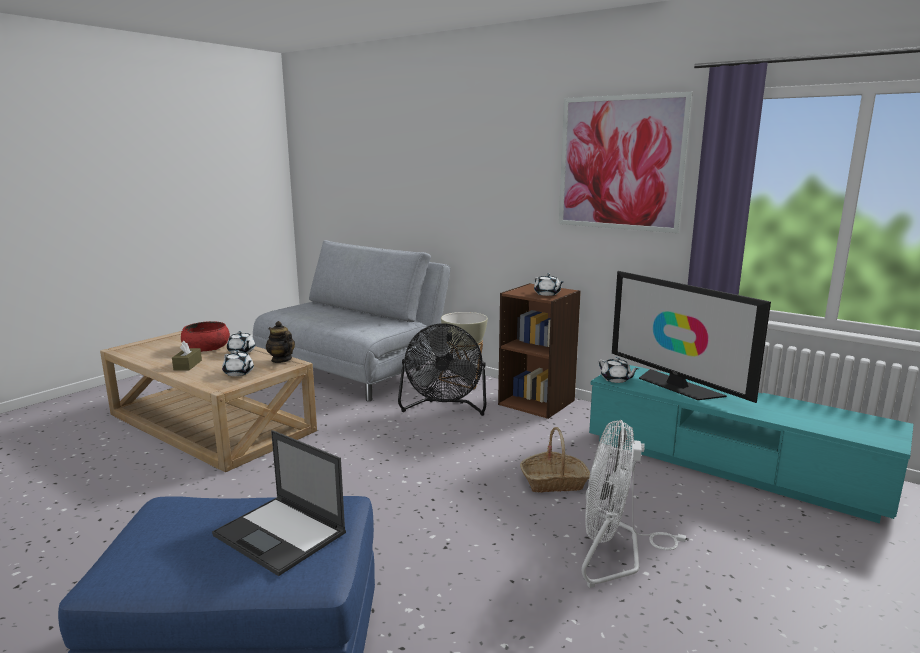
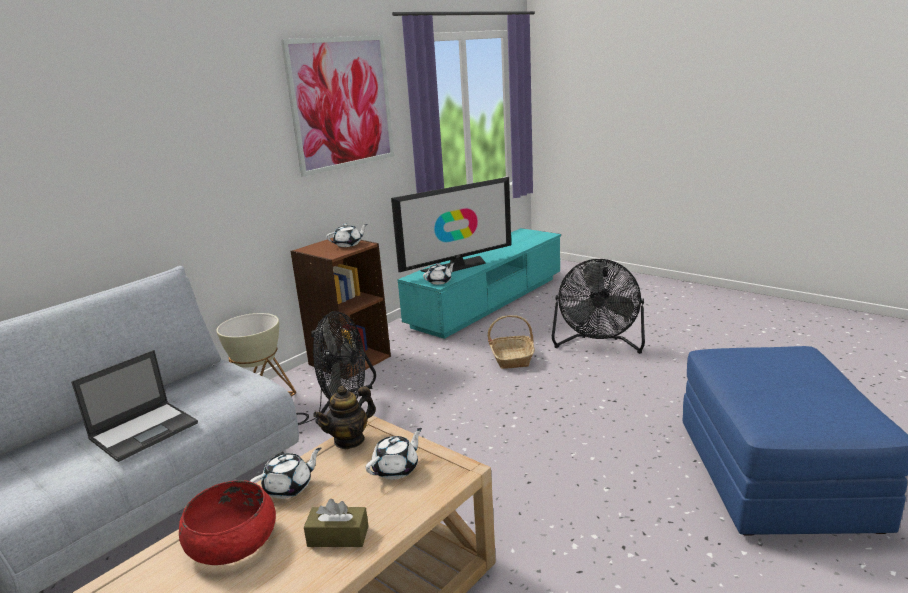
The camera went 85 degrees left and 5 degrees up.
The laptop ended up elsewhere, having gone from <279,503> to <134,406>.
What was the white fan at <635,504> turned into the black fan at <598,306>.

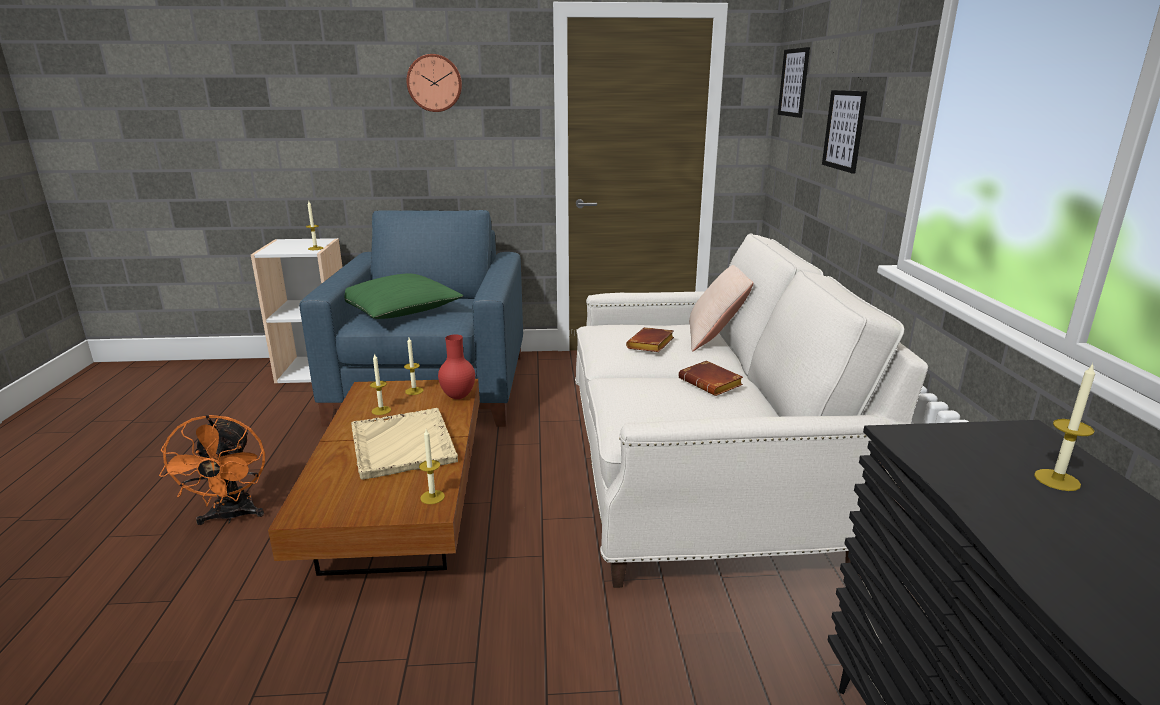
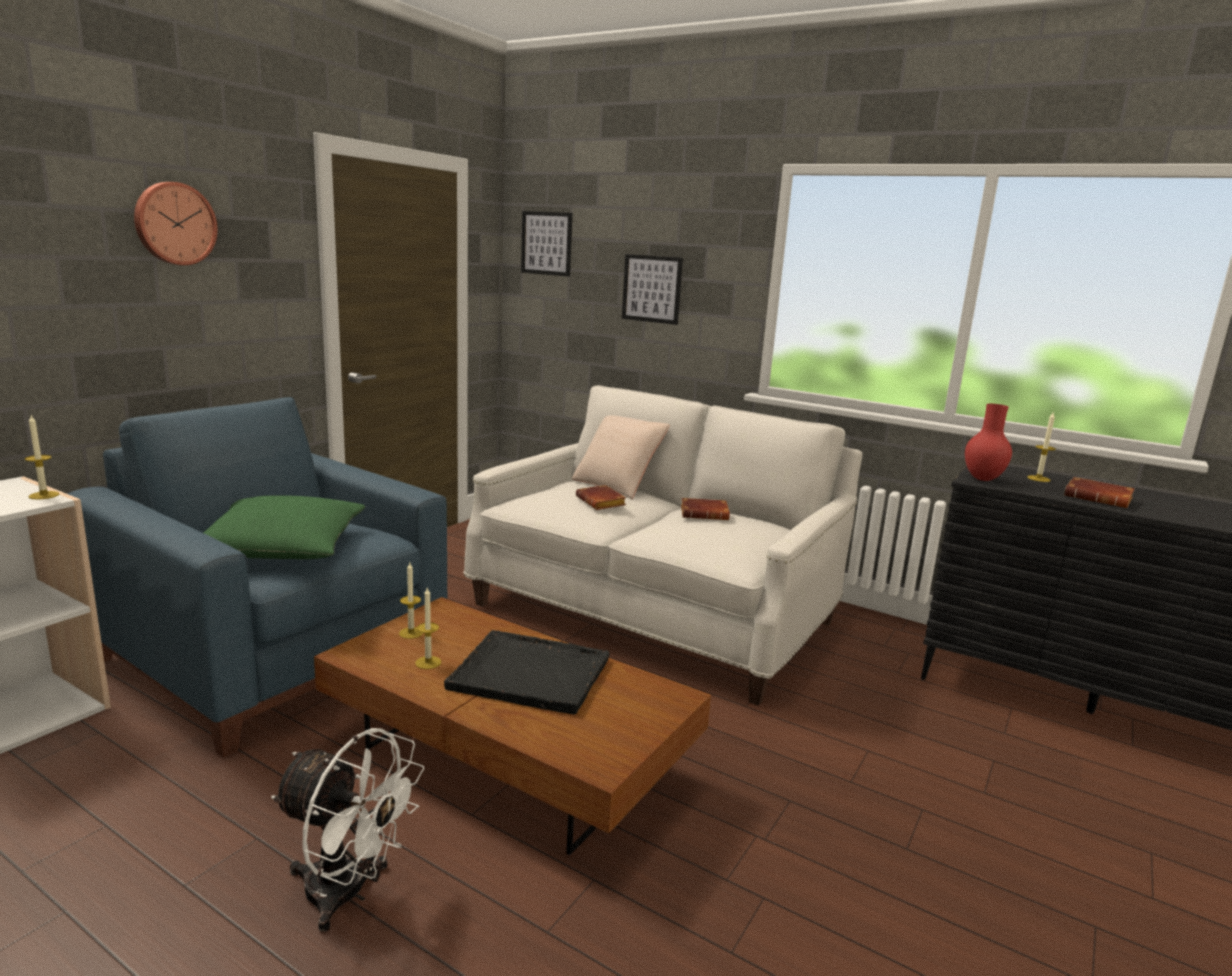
The camera went 55 degrees left and 5 degrees down.
What was the orange fan at <212,470> turned into the white fan at <348,830>.
What was the beige tray at <404,444> turned into the black tray at <527,672>.
The red vase ended up elsewhere, having gone from <456,366> to <988,442>.
The second view gained the brown book at <1099,492>.
The second view lost the candle at <432,466>.

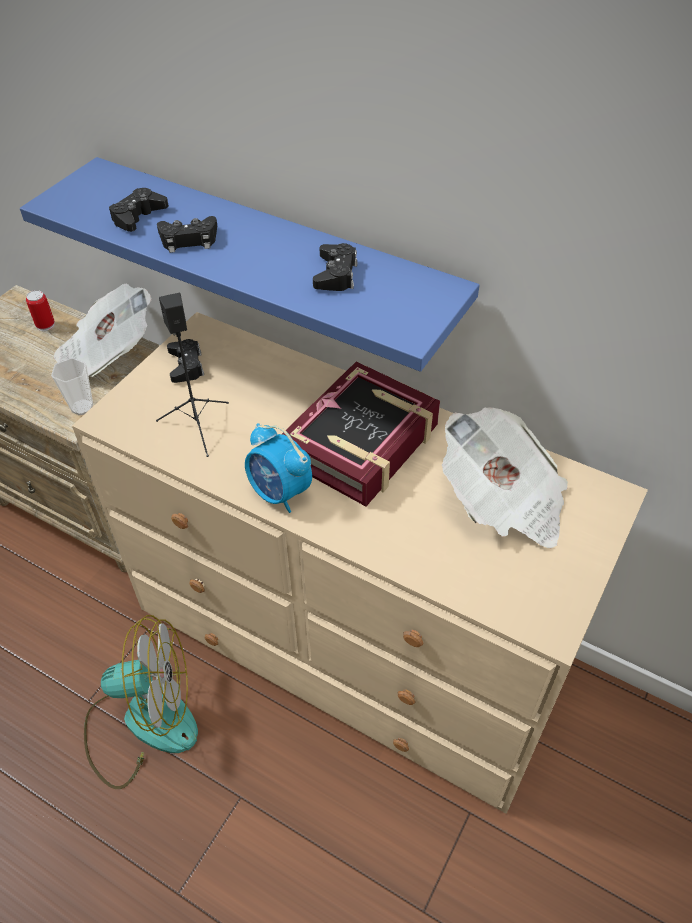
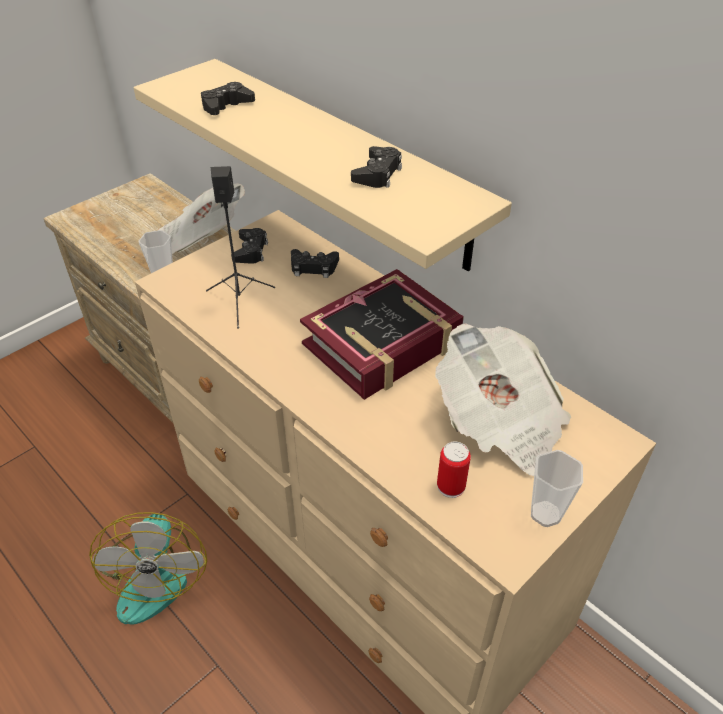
The camera went 15 degrees right and 5 degrees down.
The fan at <141,702> ended up facing another way, 75 degrees clockwise from before.
What was the blue shelf at <249,264> turned into the beige shelf at <322,165>.
The black game controller ended up elsewhere, having gone from <187,234> to <315,263>.
The can ended up elsewhere, having gone from <40,310> to <454,469>.
The second view gained the cup at <557,488>.
The second view lost the alarm clock at <278,468>.

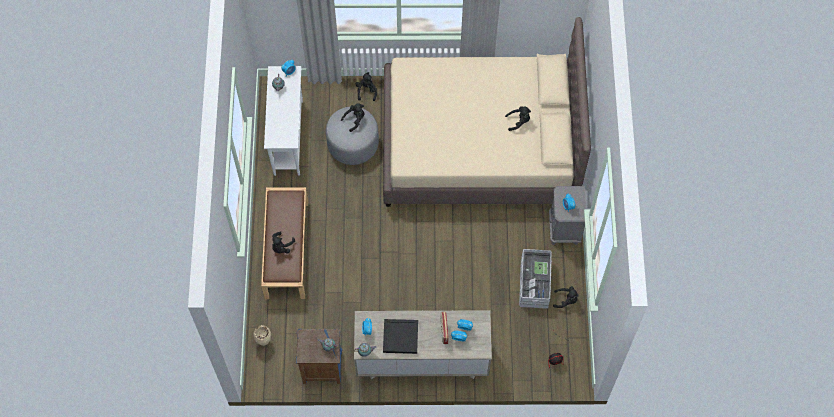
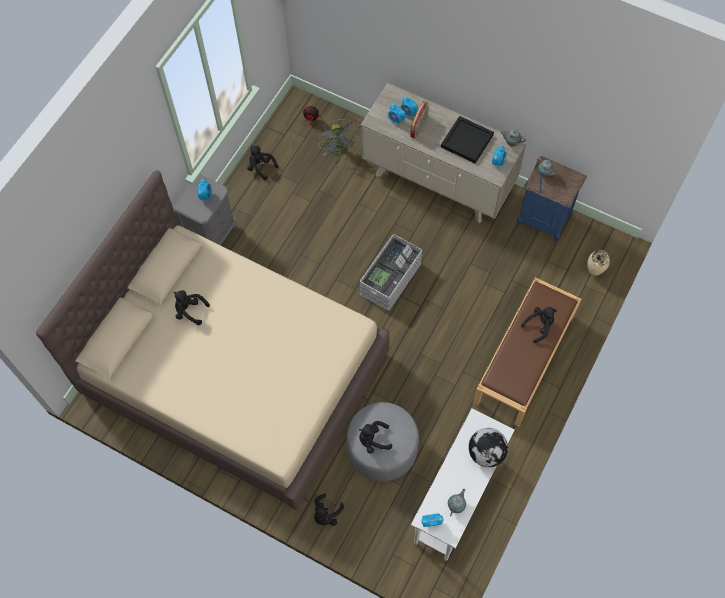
The camera went 150 degrees left and 0 degrees up.
The second view gained the grey fan at <338,137>.
The grey storage box ended up elsewhere, having gone from <535,279> to <391,272>.
The second view gained the globe at <488,447>.

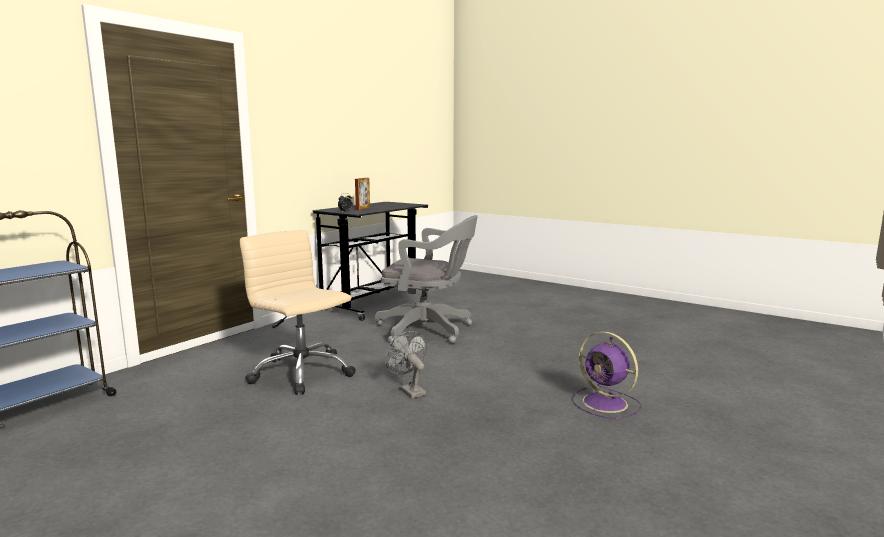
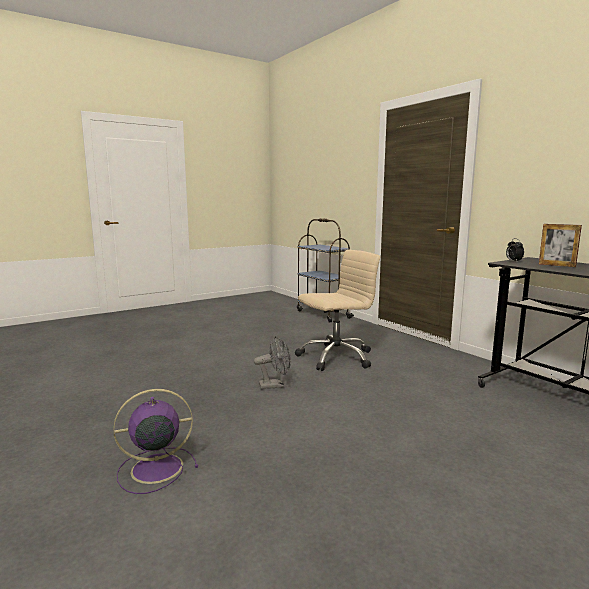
The camera went 110 degrees right and 0 degrees up.
The second view lost the grey office chair at <426,279>.

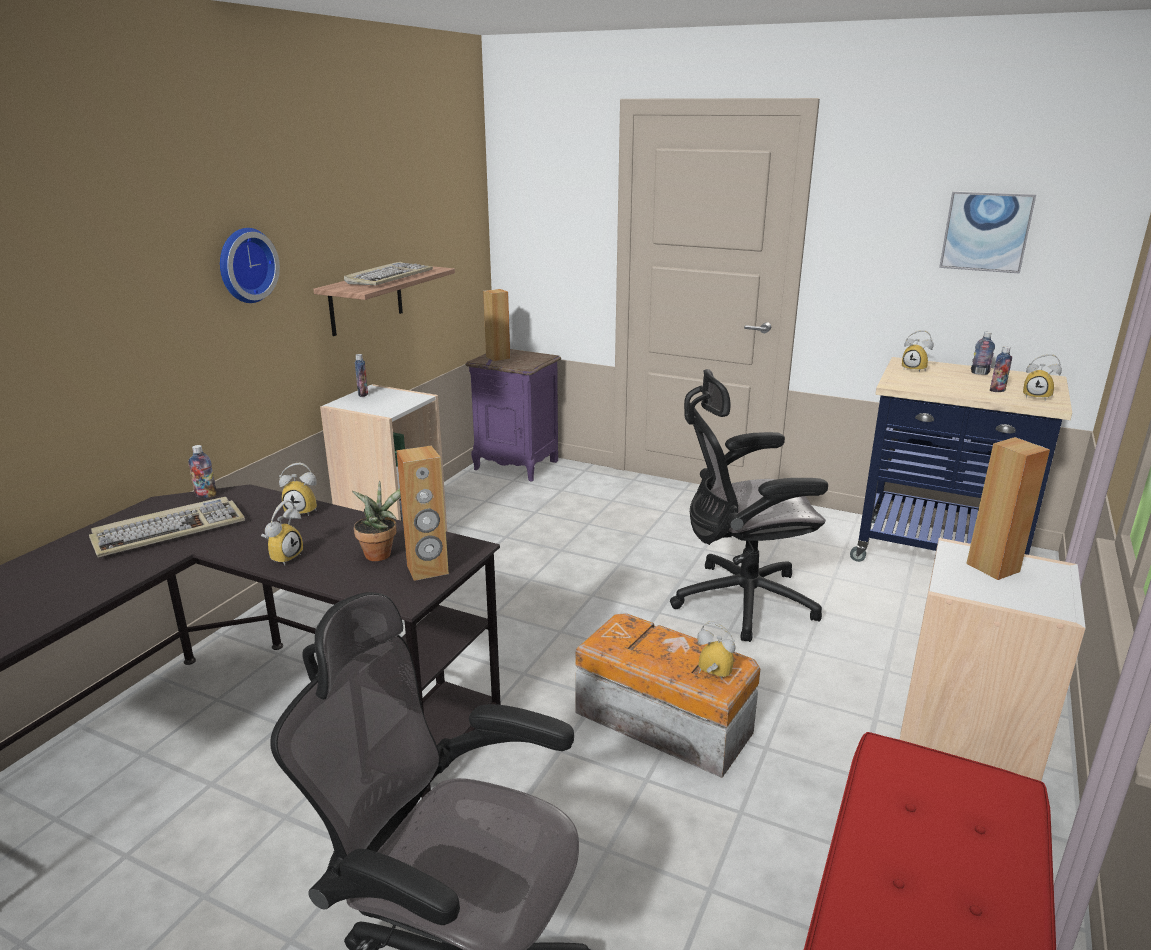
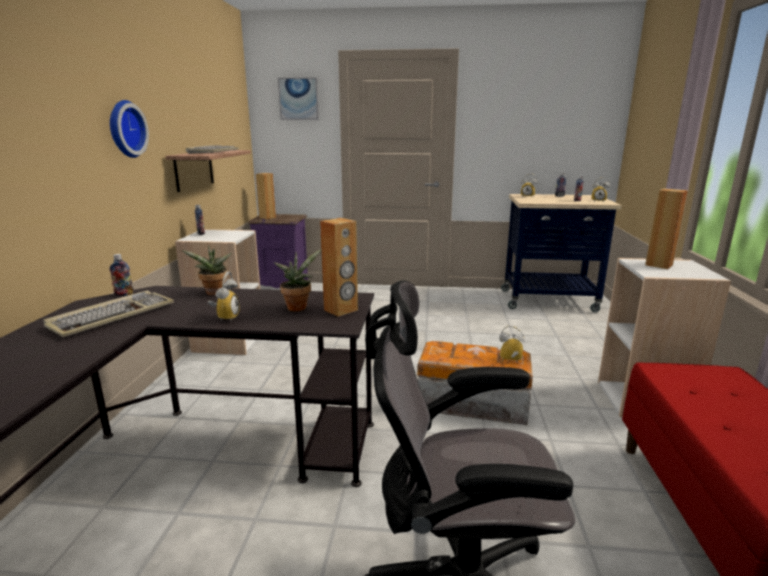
The camera went 20 degrees left and 5 degrees down.
Where the alarm clock stood at <298,489>, the potted plant came to stand at <207,270>.
The picture ended up elsewhere, having gone from <987,232> to <298,99>.
The second view lost the office chair at <749,505>.

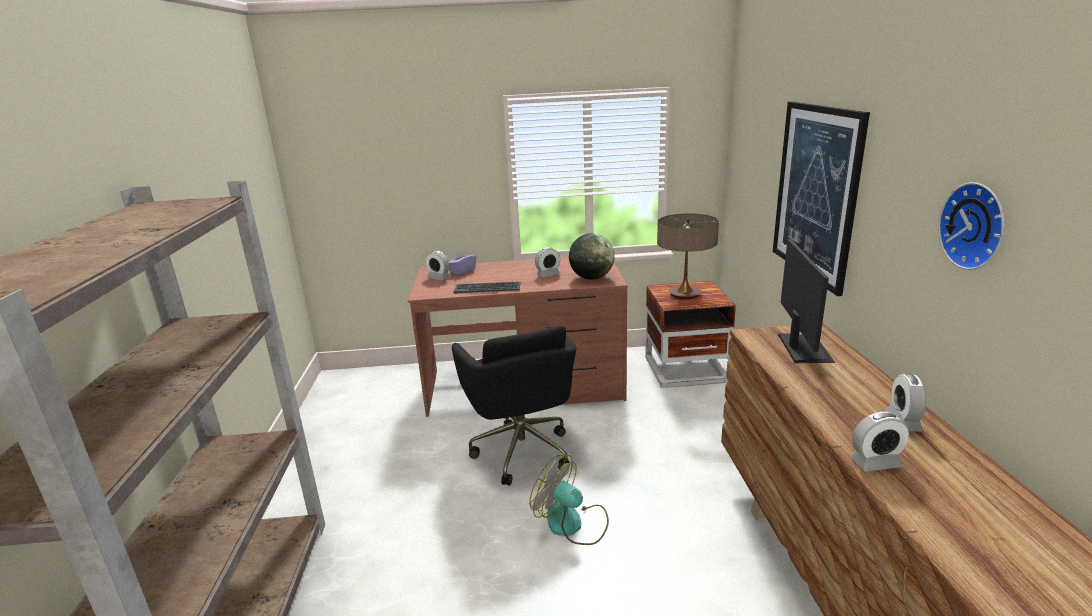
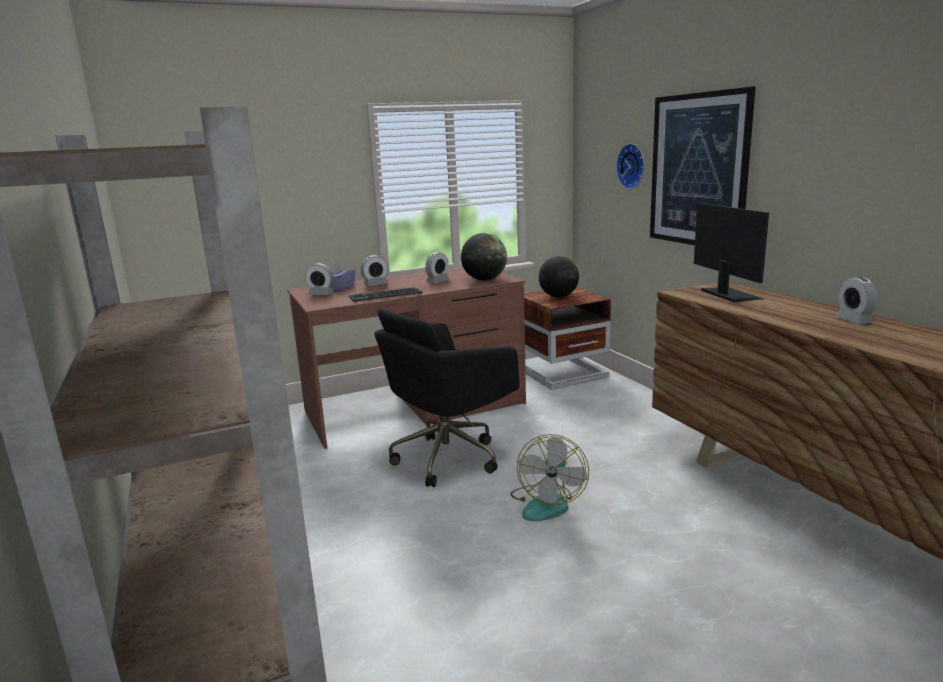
The camera went 20 degrees left and 5 degrees down.
The alarm clock ended up elsewhere, having gone from <879,442> to <374,270>.
The black office chair at <514,406> ended up facing another way, 90 degrees clockwise from before.
The fan at <569,500> ended up facing another way, 90 degrees counterclockwise from before.
Where the table lamp stood at <688,257>, the globe came to stand at <559,277>.
The wall clock ended up elsewhere, having gone from <971,226> to <630,166>.

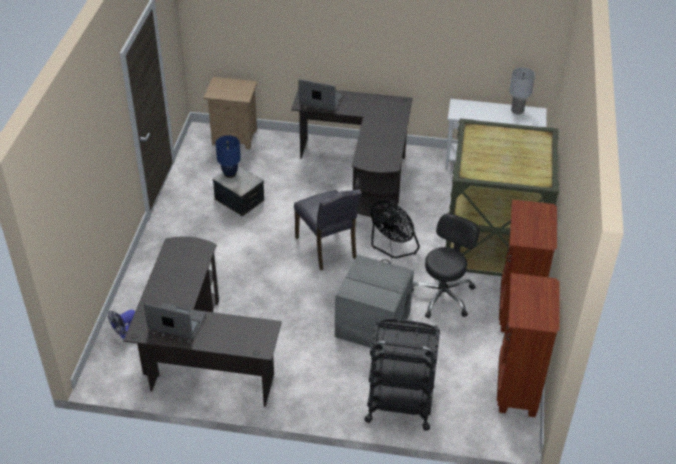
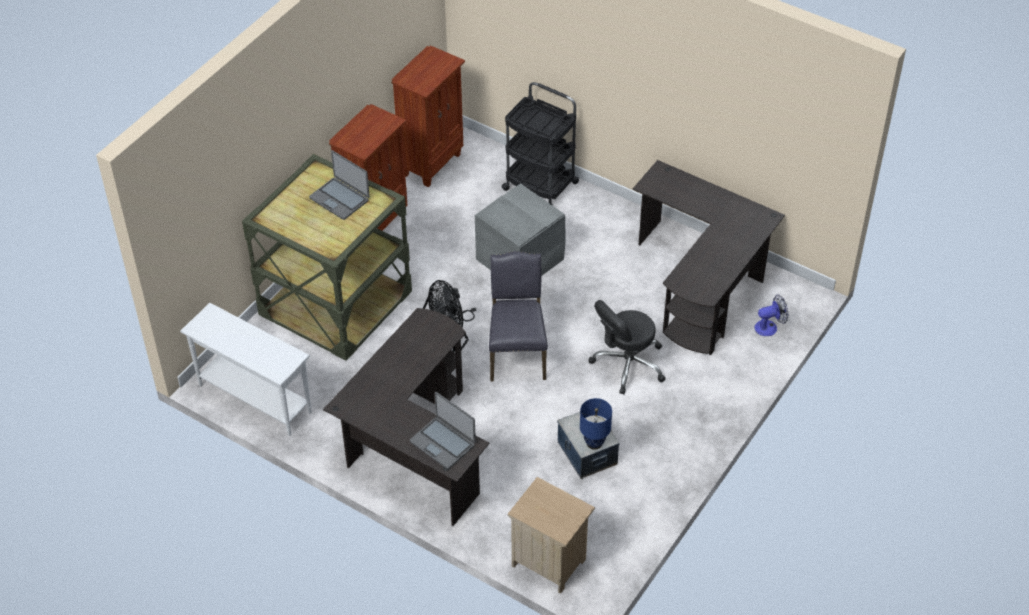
The camera went 155 degrees left and 5 degrees up.
The laptop ended up elsewhere, having gone from <175,321> to <339,185>.
The black office chair ended up elsewhere, having gone from <445,266> to <626,347>.
The second view lost the grey table lamp at <522,91>.

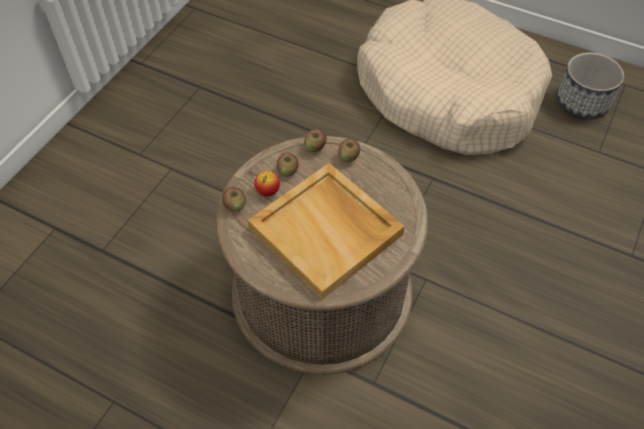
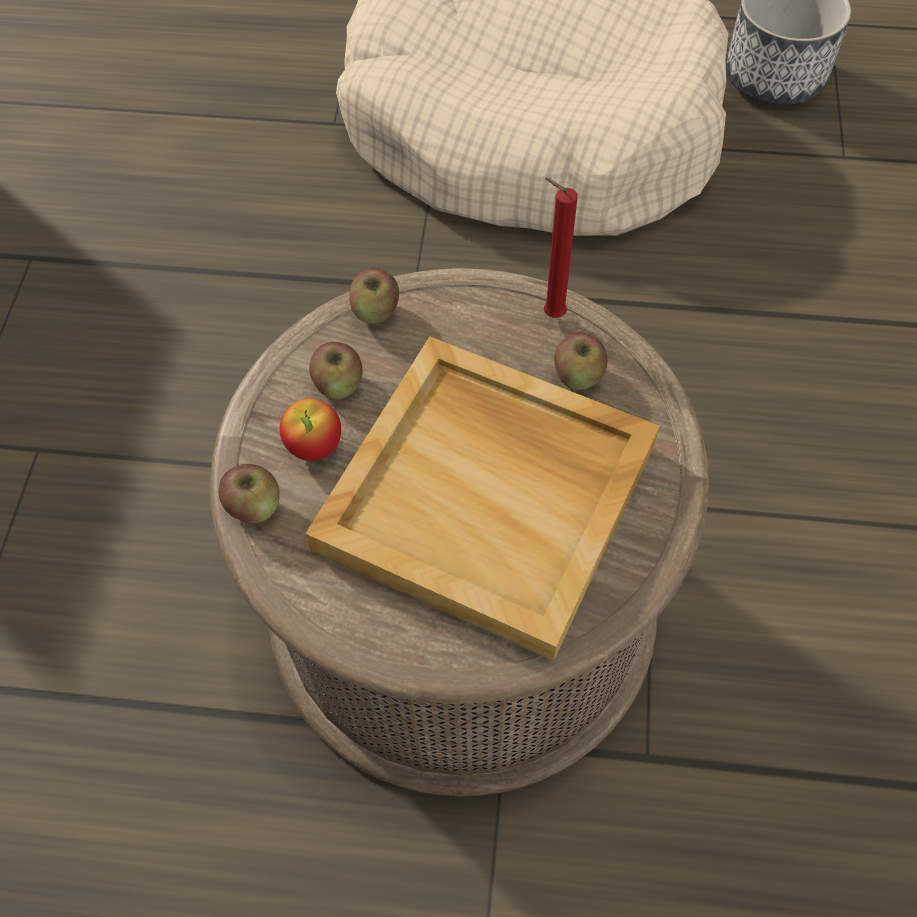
The camera went 20 degrees left and 5 degrees up.
The second view gained the red candle at <561,248>.
The apple ended up elsewhere, having gone from <349,150> to <580,361>.

